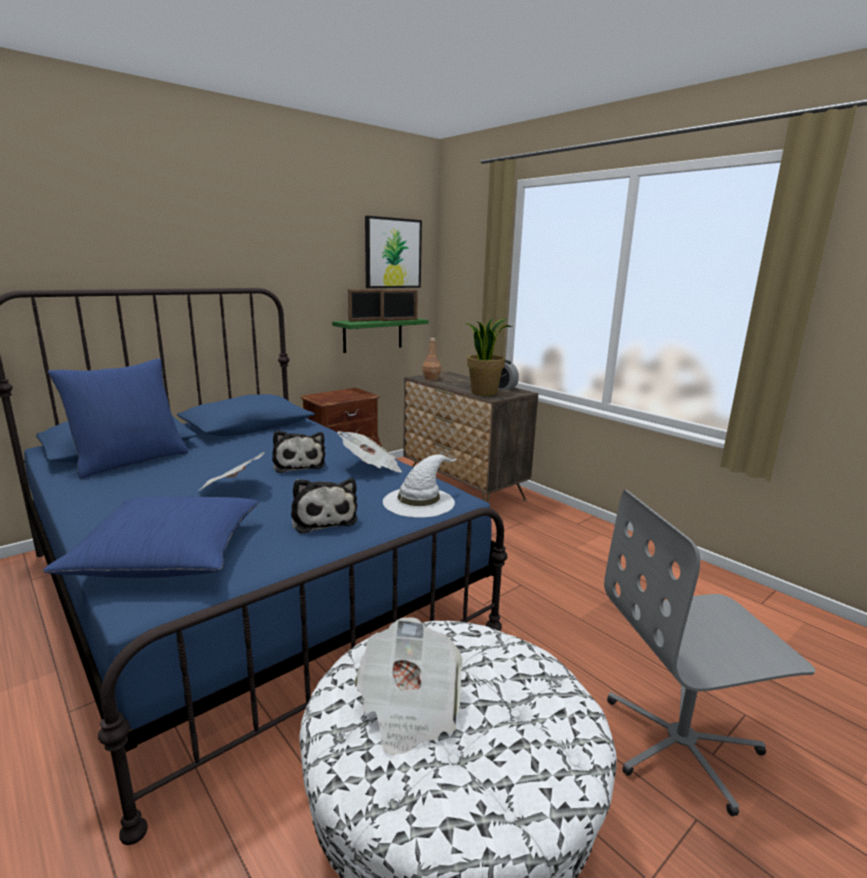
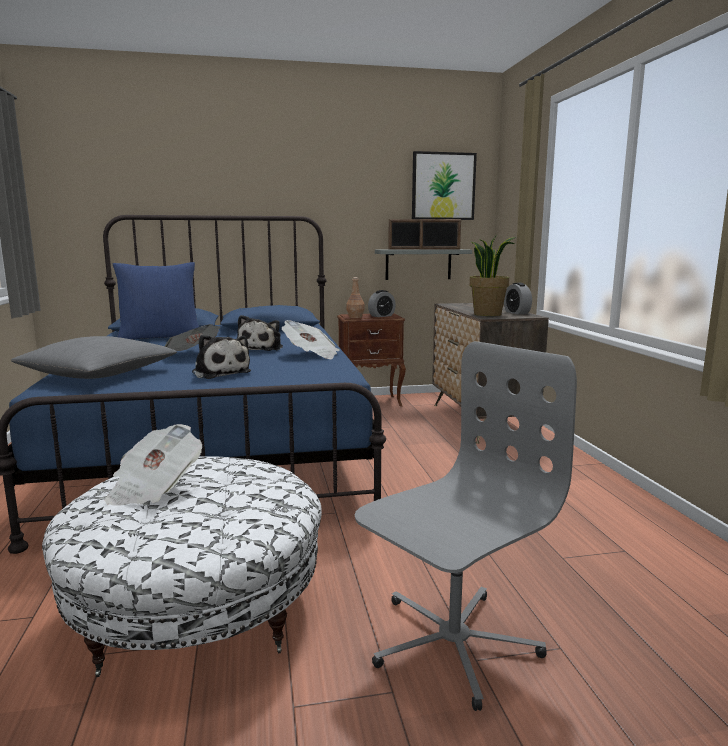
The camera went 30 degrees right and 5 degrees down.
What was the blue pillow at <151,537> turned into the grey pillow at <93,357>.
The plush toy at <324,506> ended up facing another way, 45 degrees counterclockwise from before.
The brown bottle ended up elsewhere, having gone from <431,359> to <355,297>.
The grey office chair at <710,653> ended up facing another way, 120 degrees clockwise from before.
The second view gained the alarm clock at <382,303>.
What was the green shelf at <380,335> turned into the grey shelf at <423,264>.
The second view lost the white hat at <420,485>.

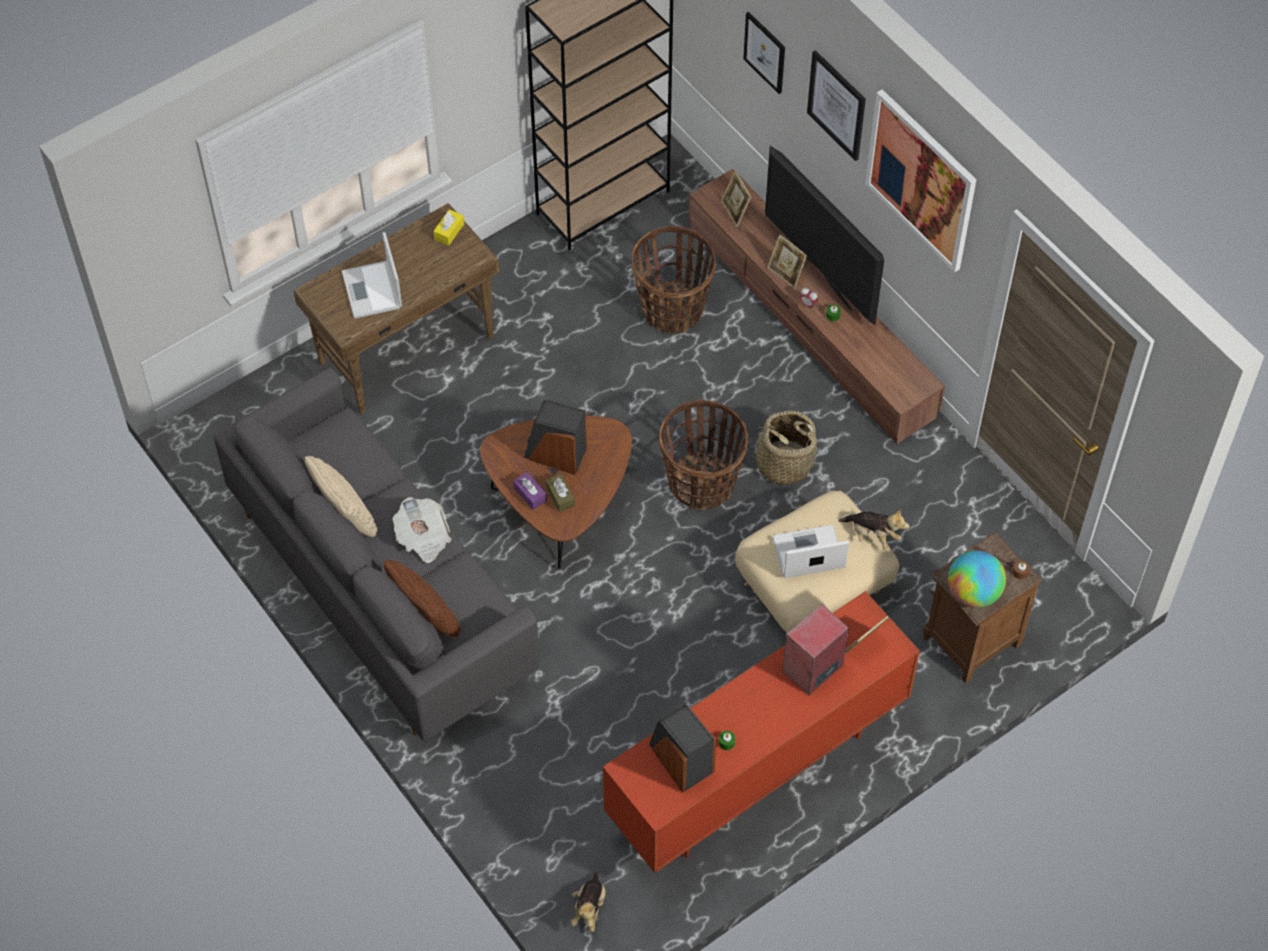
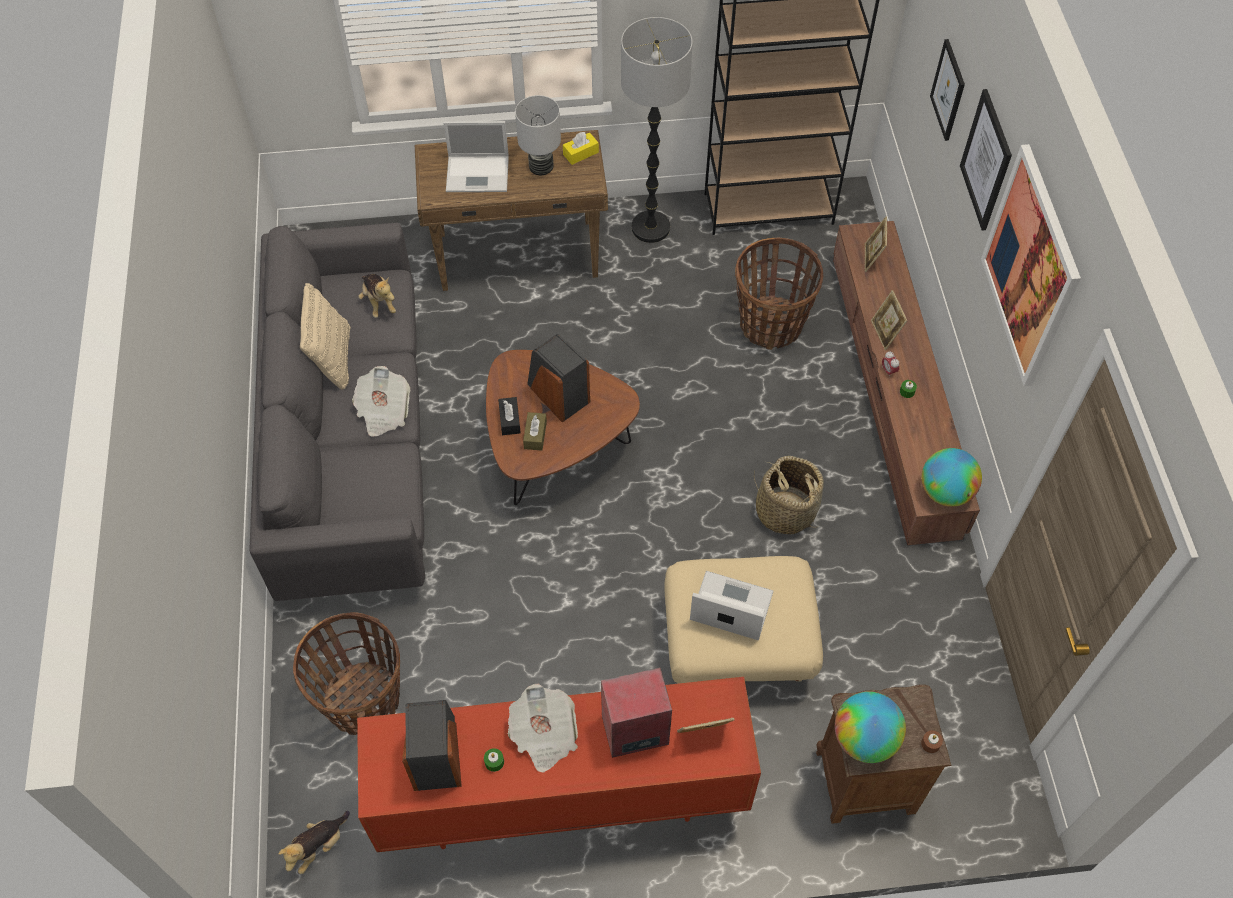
The camera went 30 degrees right and 0 degrees up.
The basket ended up elsewhere, having gone from <703,455> to <346,673>.
The plush toy ended up elsewhere, having gone from <874,530> to <377,296>.
The laptop at <372,275> ended up facing another way, 105 degrees counterclockwise from before.
What was the purple tissue box at <530,491> turned into the black tissue box at <509,416>.
The second view gained the newspaper at <543,728>.
The second view gained the grey table lamp at <538,135>.
The second view gained the floor lamp at <657,130>.
The second view gained the globe at <952,477>.
The second view lost the brown pillow at <422,598>.
The second view lost the television at <824,235>.

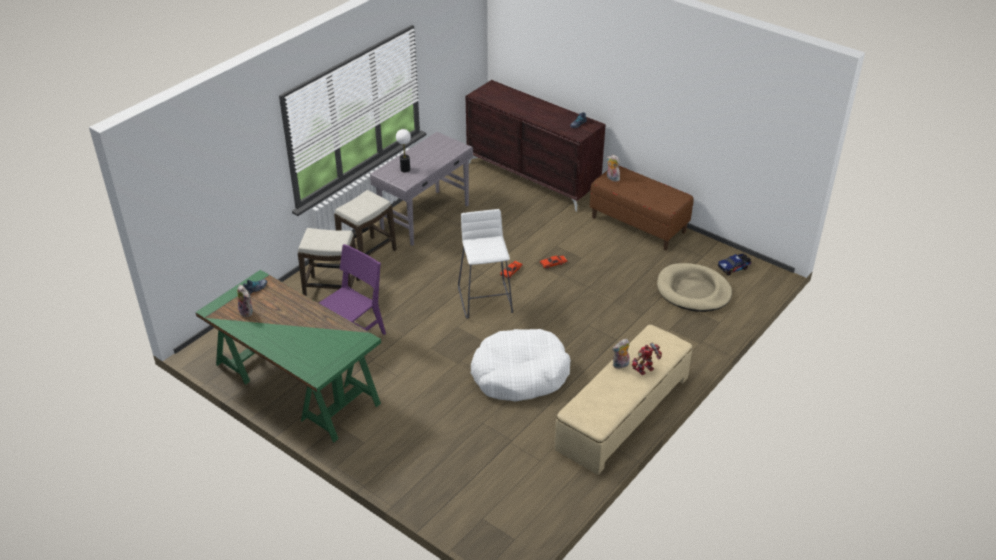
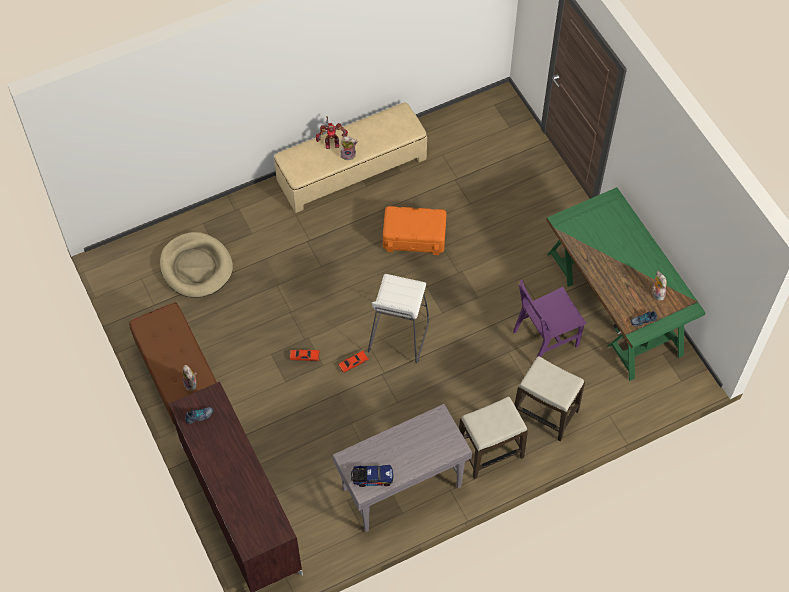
The camera went 155 degrees left and 20 degrees up.
The toy truck ended up elsewhere, having gone from <735,264> to <372,476>.
Where the white dog bed stood at <521,365>, the orange storage box came to stand at <415,230>.
The second view lost the table lamp at <403,151>.

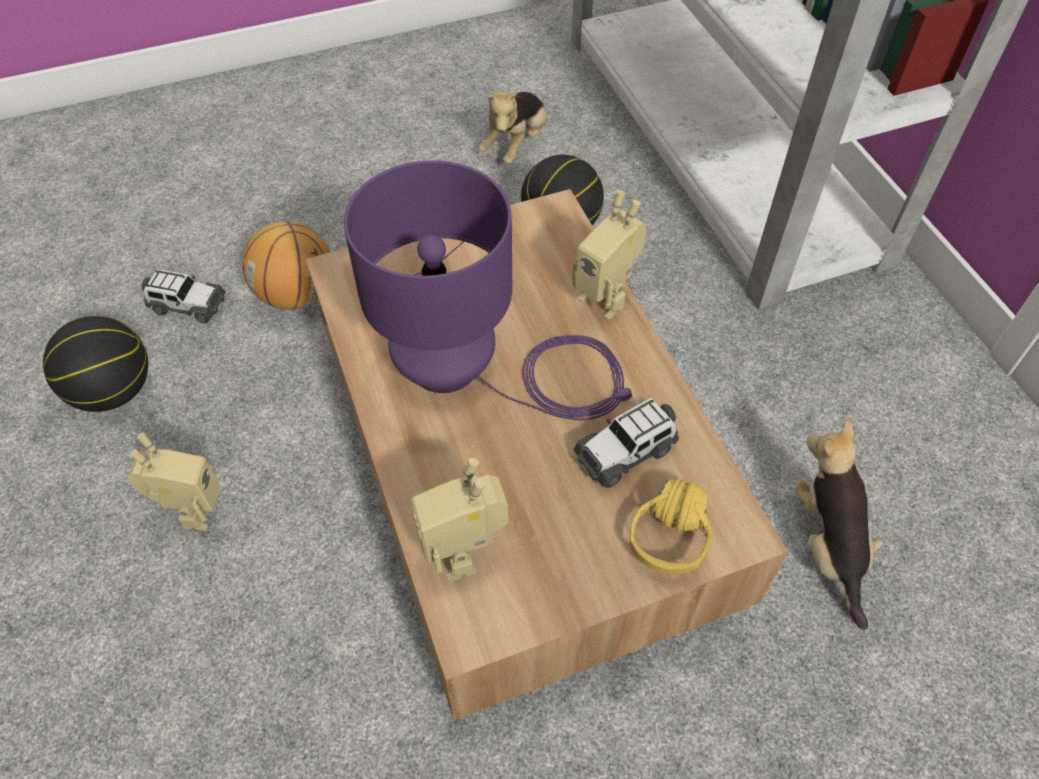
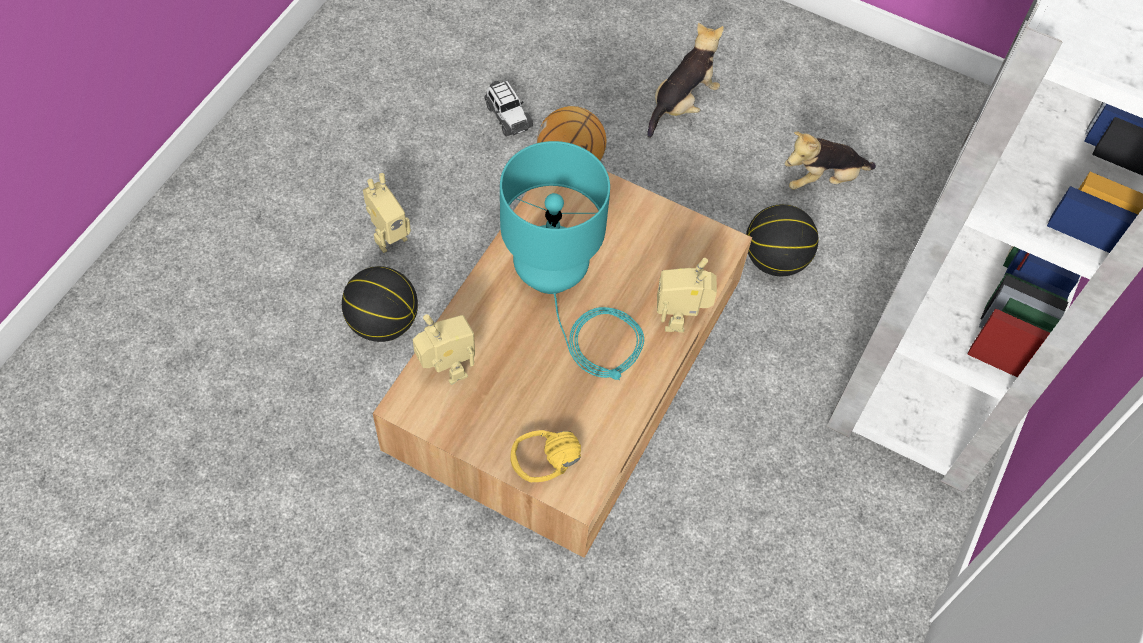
The camera went 45 degrees right and 5 degrees up.
The basketball ended up elsewhere, having gone from <95,364> to <380,304>.
The toy robot at <459,520> ended up facing another way, 120 degrees clockwise from before.
What was the purple table lamp at <488,290> turned into the turquoise table lamp at <572,260>.
The plush toy ended up elsewhere, having gone from <839,525> to <685,80>.
The second view lost the toy car at <626,443>.

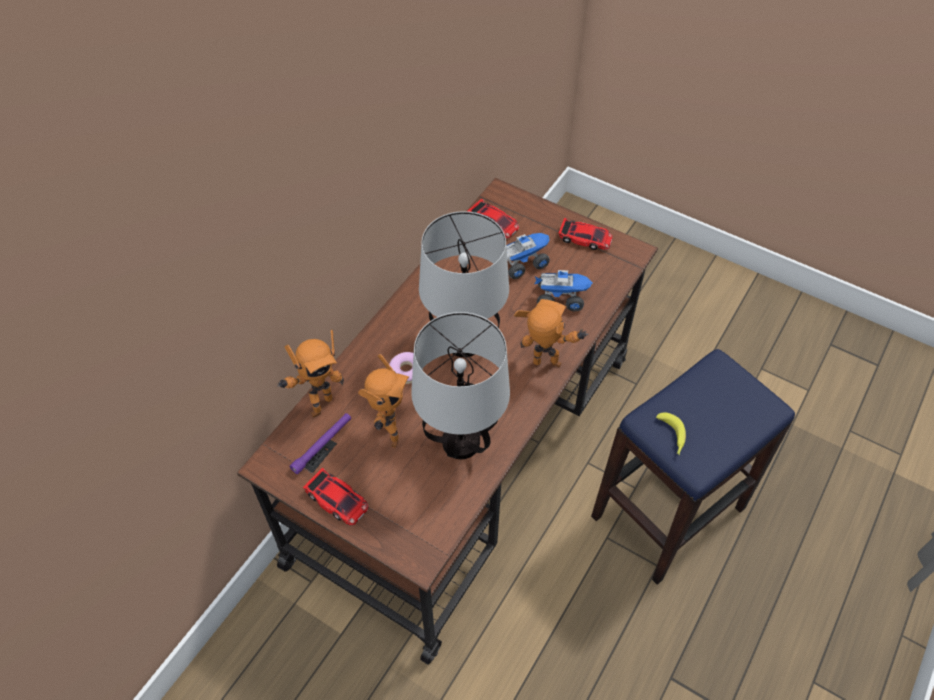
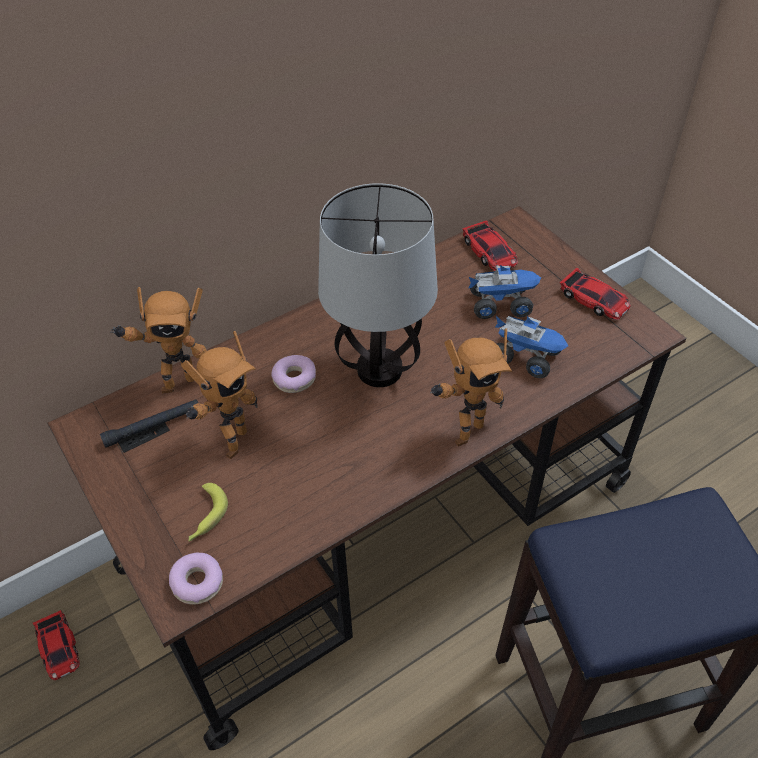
The camera went 25 degrees right and 5 degrees down.
The toy car ended up elsewhere, having gone from <336,496> to <56,645>.
What was the purple flashlight at <320,443> turned into the black flashlight at <149,423>.
The second view gained the donut at <196,578>.
The banana ended up elsewhere, having gone from <671,433> to <208,512>.
The toy robot at <551,333> ended up facing another way, 105 degrees clockwise from before.
The second view lost the table lamp at <460,385>.

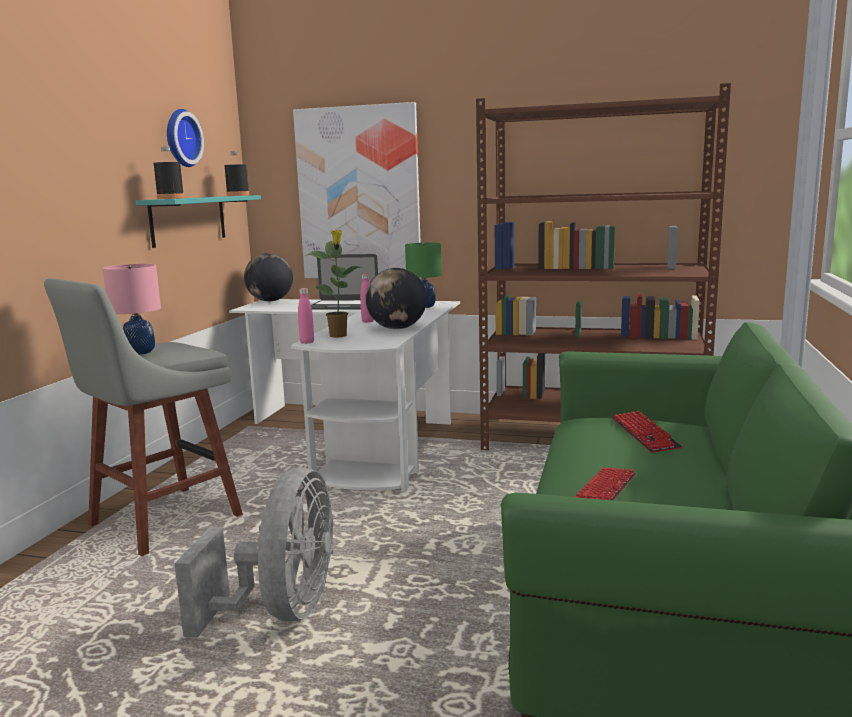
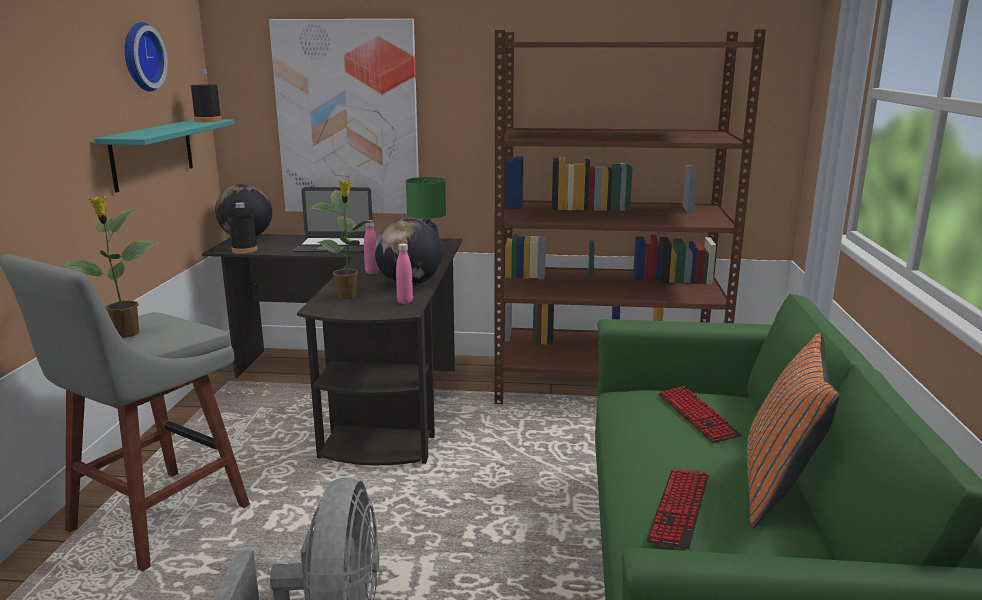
The camera went 10 degrees left and 5 degrees up.
Where the pink table lamp stood at <131,309>, the potted plant came to stand at <109,267>.
What was the white desk at <344,395> turned into the black desk at <332,349>.
The black bottle ended up elsewhere, having gone from <169,173> to <243,228>.
The pink bottle ended up elsewhere, having gone from <306,316> to <404,273>.
The second view gained the orange pillow at <793,430>.

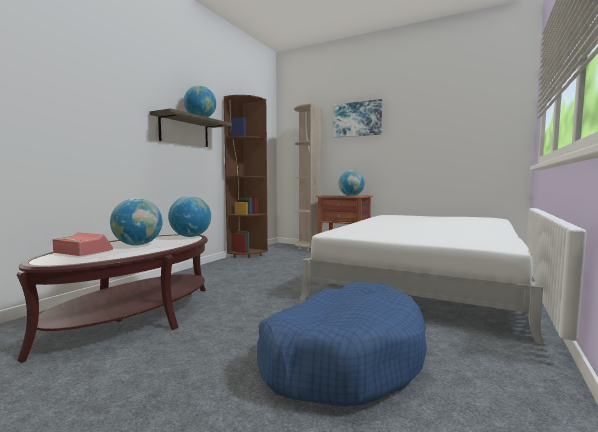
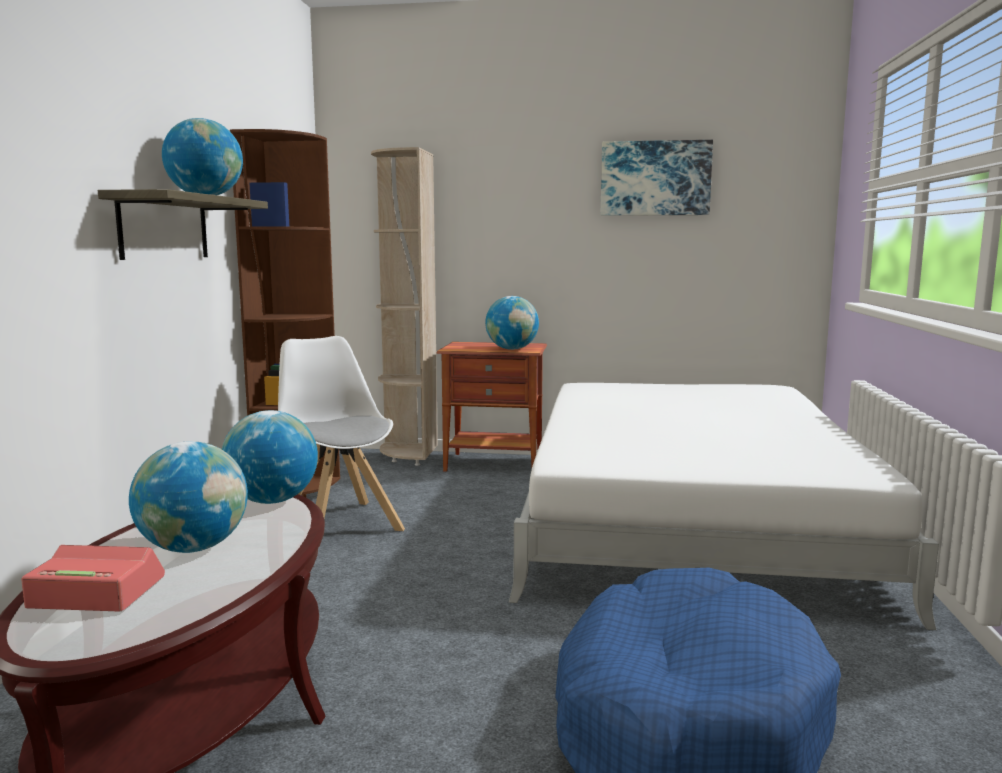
The camera went 20 degrees left and 5 degrees up.
The second view gained the chair at <341,433>.
The picture ended up elsewhere, having gone from <357,118> to <657,178>.

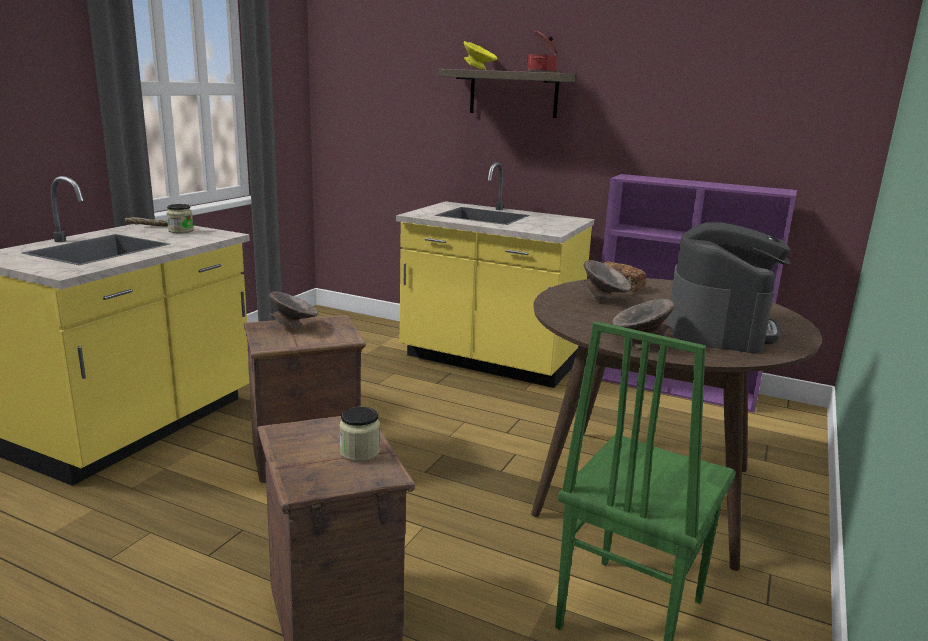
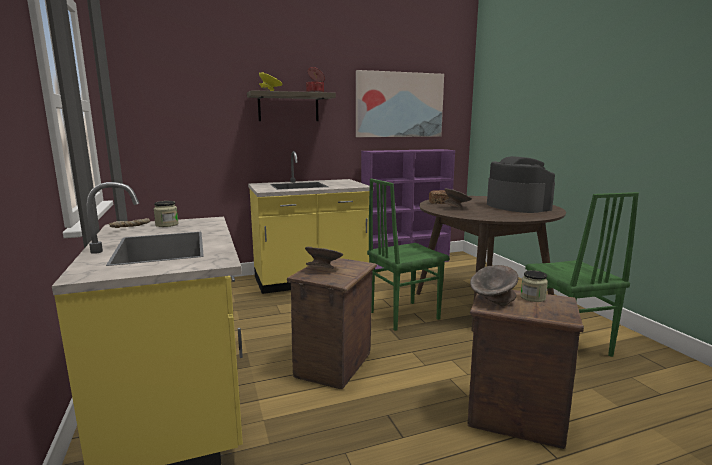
The camera went 45 degrees left and 5 degrees down.
The second view gained the picture at <400,103>.
The second view gained the green chair at <408,255>.
The grey bowl ended up elsewhere, having gone from <643,324> to <494,285>.

